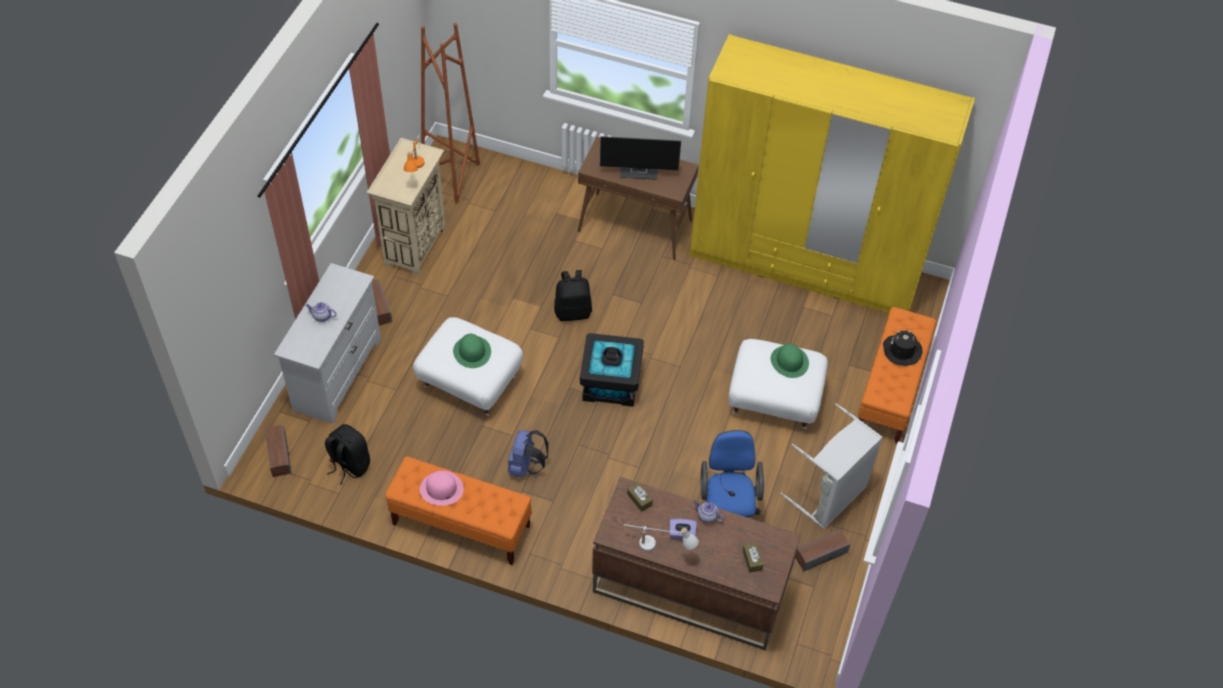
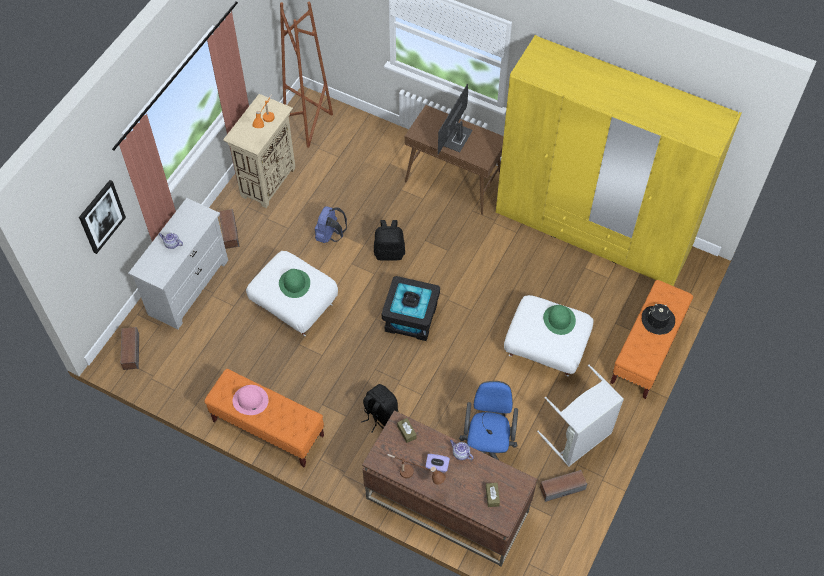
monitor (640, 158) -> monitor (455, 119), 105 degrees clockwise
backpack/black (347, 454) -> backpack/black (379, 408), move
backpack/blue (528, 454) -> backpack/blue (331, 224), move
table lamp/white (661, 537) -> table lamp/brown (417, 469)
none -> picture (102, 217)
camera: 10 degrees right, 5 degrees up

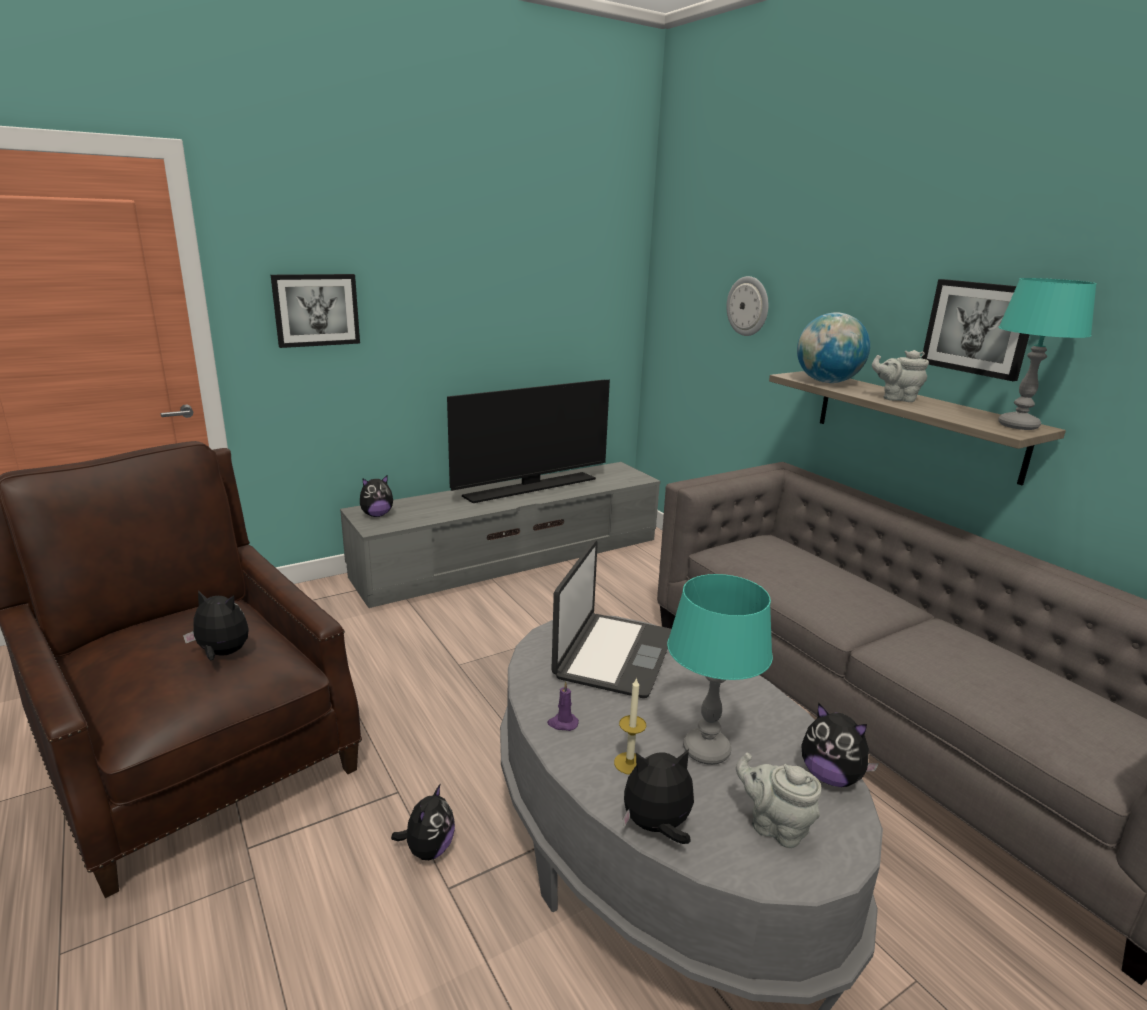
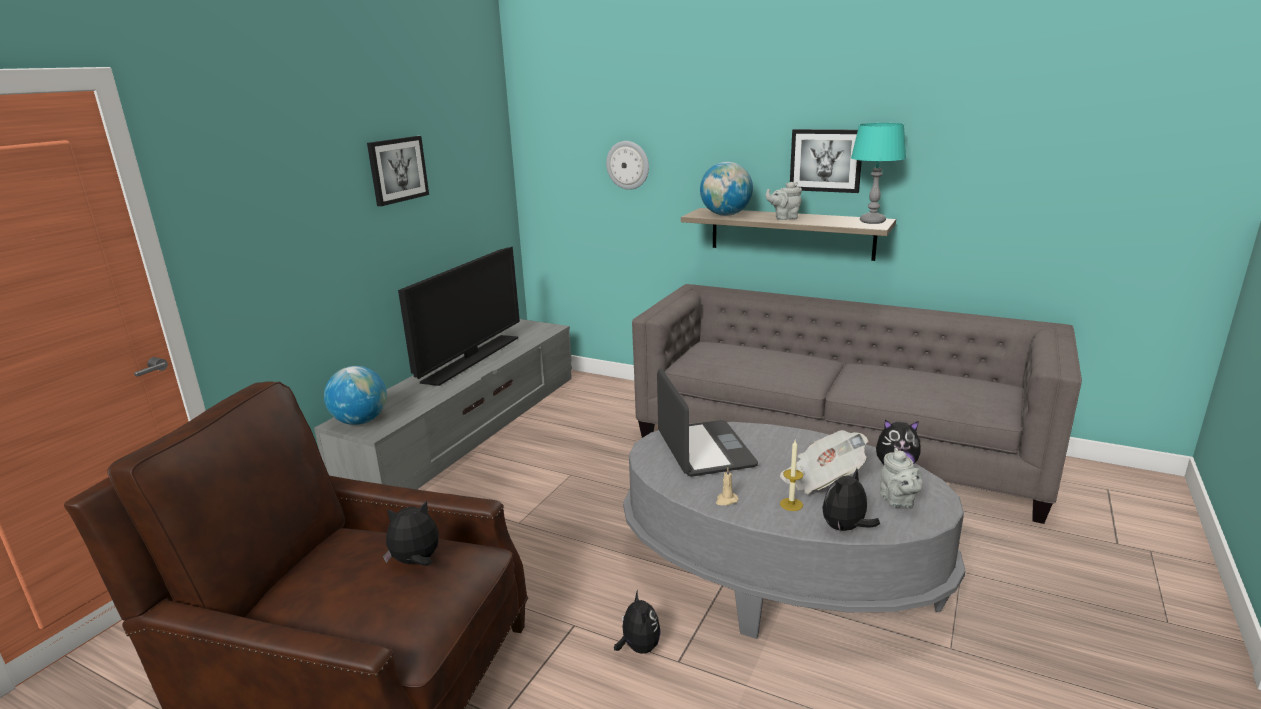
picture (315, 311) -> picture (398, 171), move
plush toy (376, 496) -> globe (355, 395)
table lamp/turquoise (720, 669) -> newspaper (824, 462)
candle/purple (563, 706) -> candle/beige (727, 486)
teapot/grey (779, 800) -> teapot/grey (901, 478), 105 degrees counterclockwise
camera: 30 degrees left, 0 degrees up

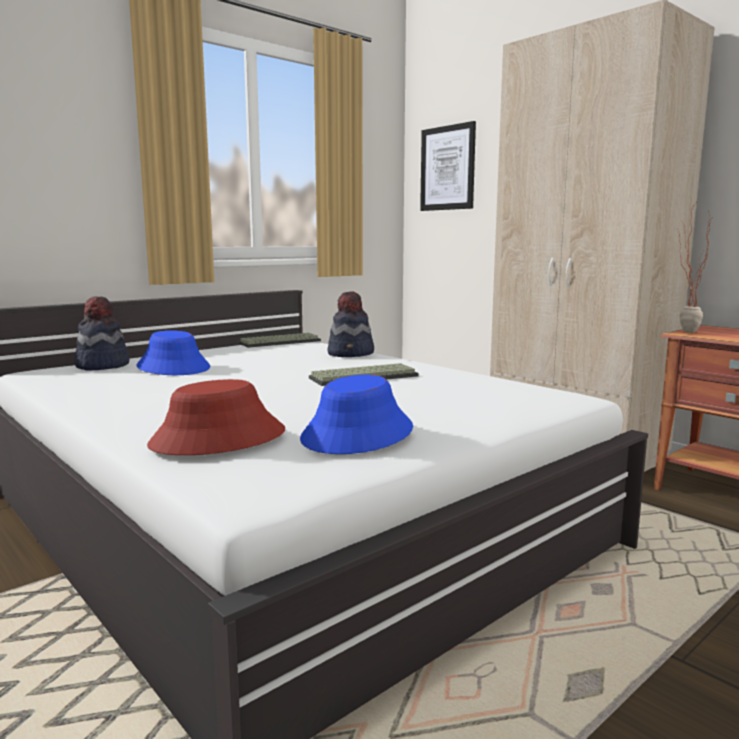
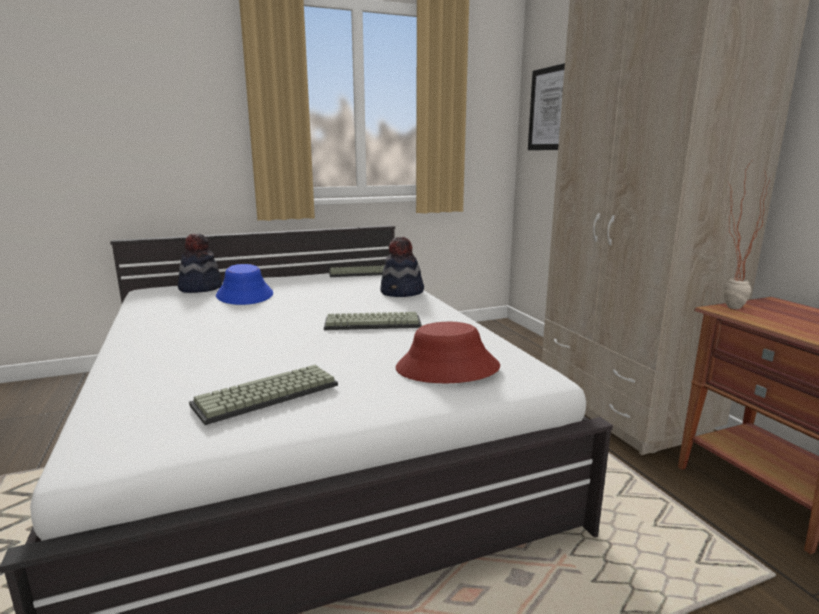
hat/blue (356, 414) -> keyboard (263, 395)
hat/red (216, 417) -> hat/red (448, 352), move
camera: 20 degrees right, 5 degrees up

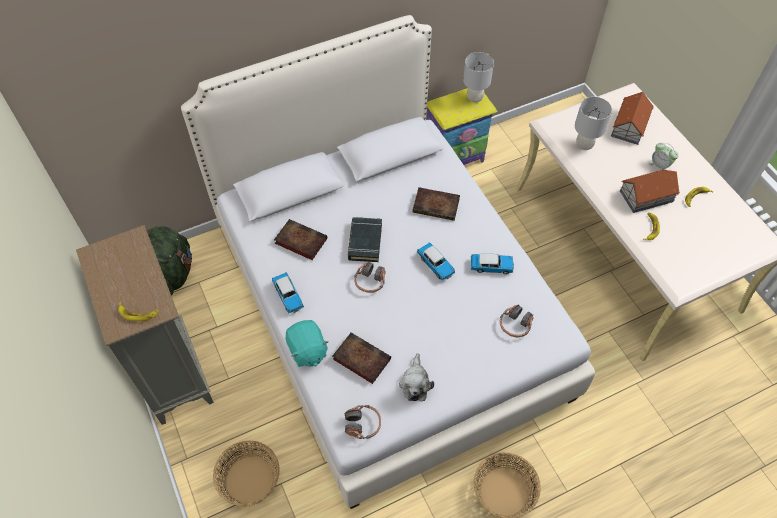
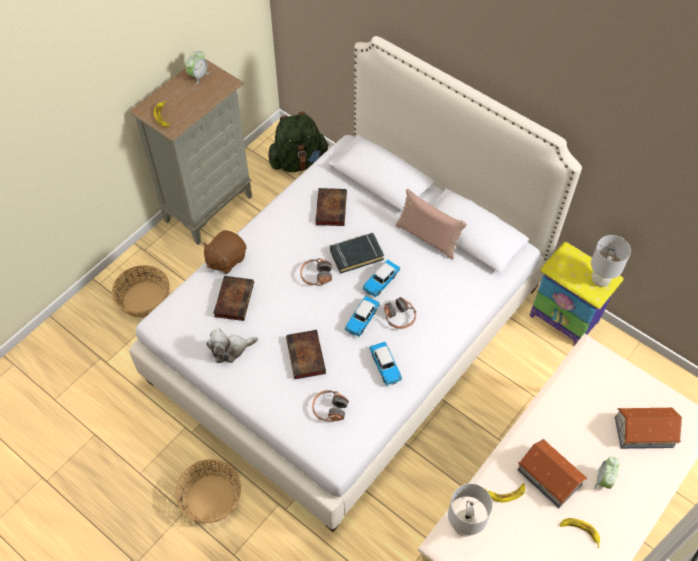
table lamp/grey (593, 123) -> table lamp/grey (470, 510), move
book (436, 204) -> book (306, 354), move
toy car (288, 293) -> toy car (382, 278), move
plush toy/turquoise (307, 343) -> plush toy/brown (224, 252)
headphones (363, 422) -> headphones (400, 313), move
none -> alarm clock (197, 68)
none -> pillow/beige (431, 224)
camera: 65 degrees right, 0 degrees up

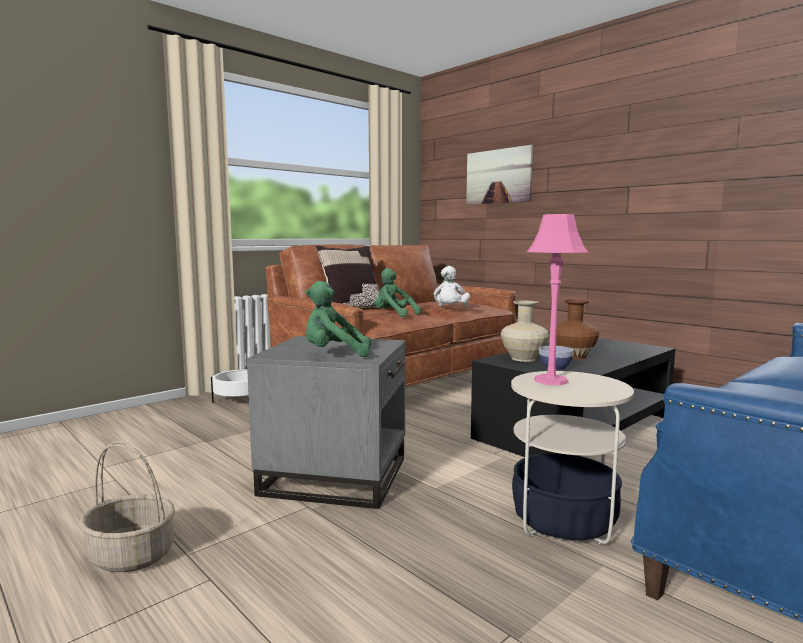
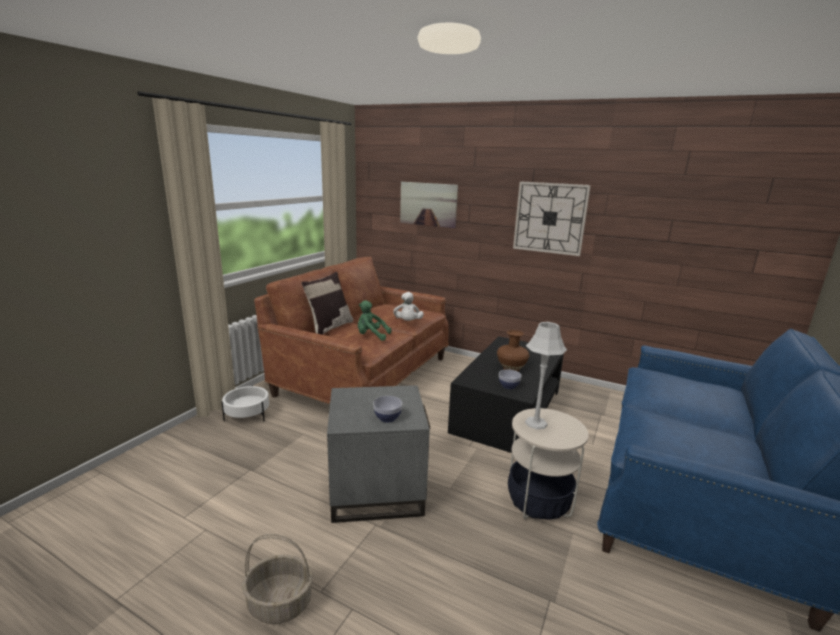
table lamp/pink (557, 299) -> table lamp/grey (546, 376)
plush toy/green (338, 319) -> bowl (387, 409)
vase/beige (525, 331) -> none
none -> wall clock (552, 218)
camera: 20 degrees left, 10 degrees up

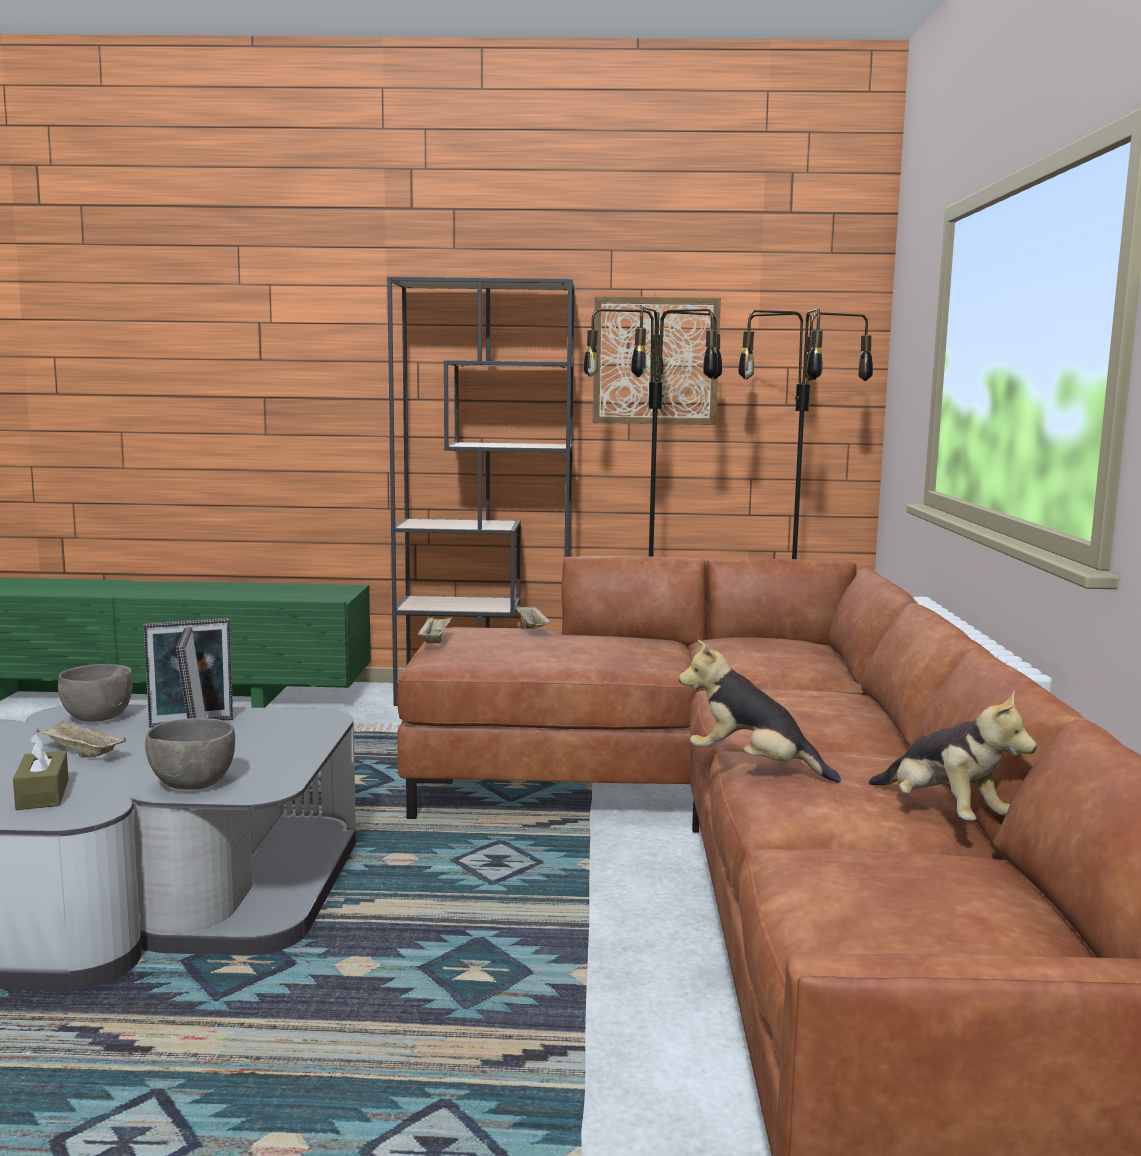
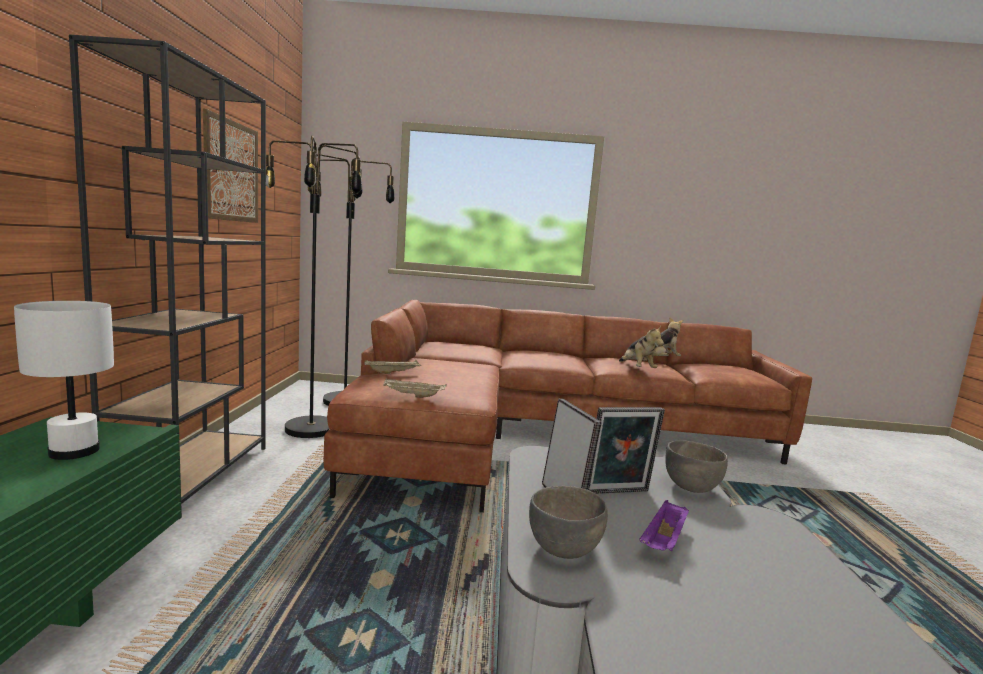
plush toy (760, 711) -> plush toy (641, 347), 45 degrees counterclockwise
tray/beige (82, 738) -> tray/purple (664, 525)
tissue box/brown (41, 772) -> none
none -> table lamp/white (64, 380)
camera: 90 degrees left, 0 degrees up

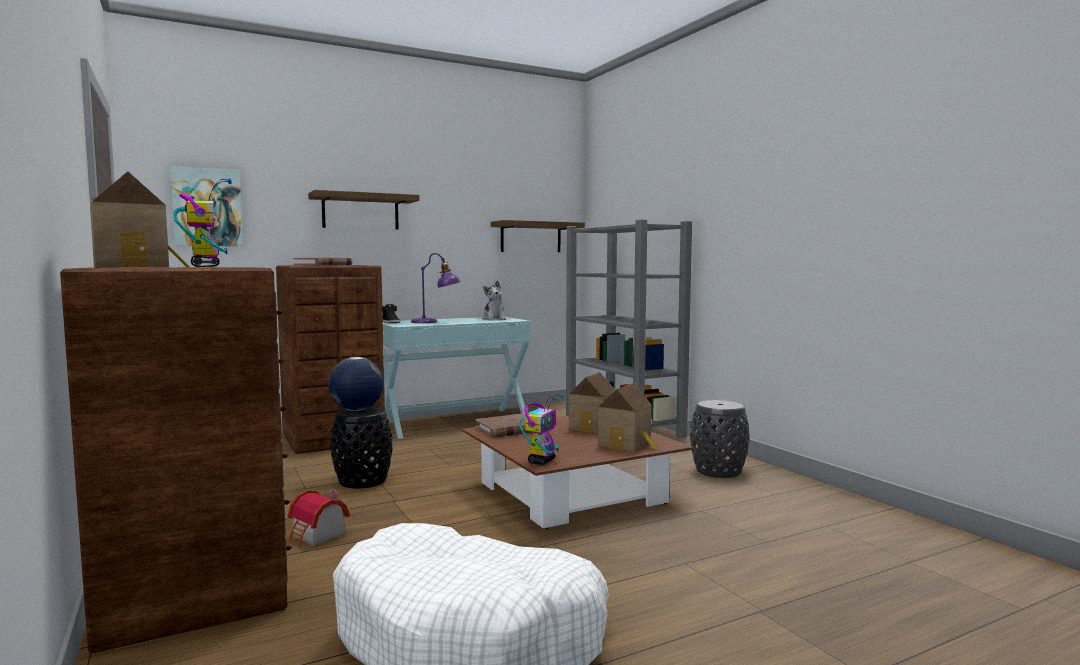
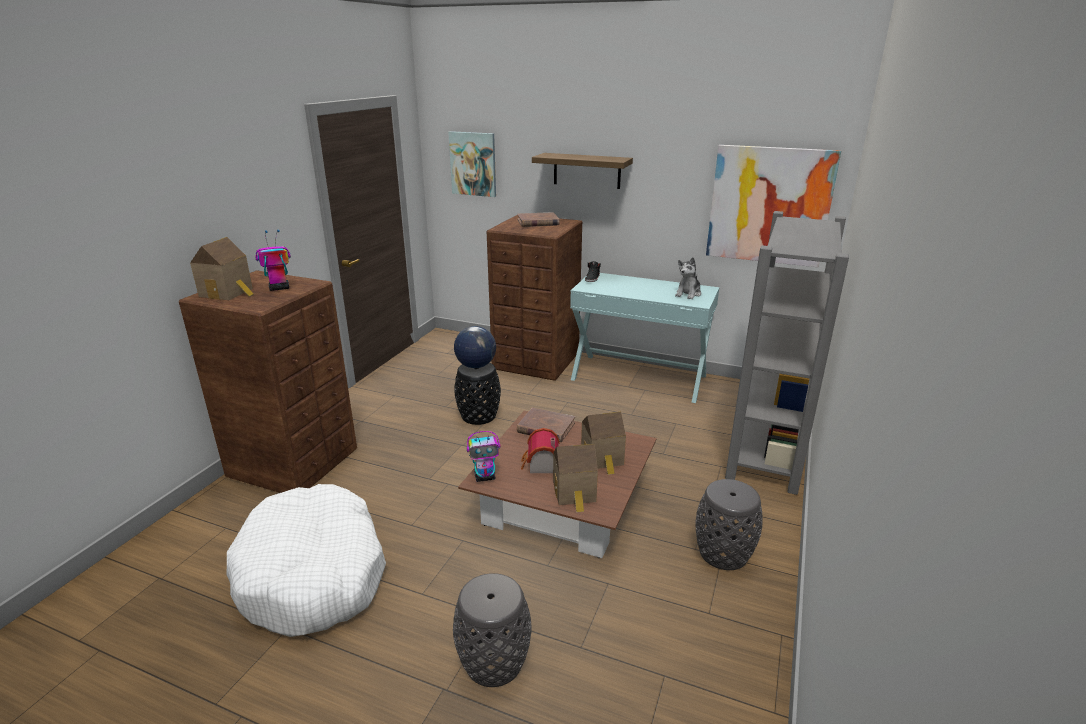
toy robot (203, 222) -> toy robot (273, 260), 135 degrees counterclockwise
shelf (538, 236) -> picture (773, 206)
table lamp/purple (436, 288) -> none
toy house (319, 518) -> toy house (540, 450), move
none -> stool/grey (492, 630)
camera: 50 degrees right, 20 degrees up

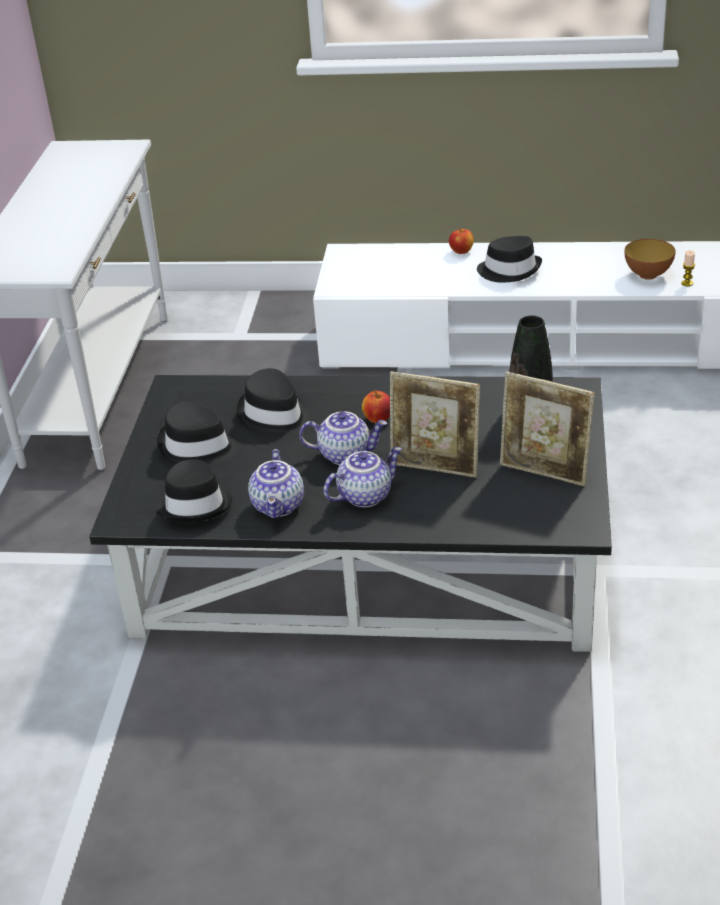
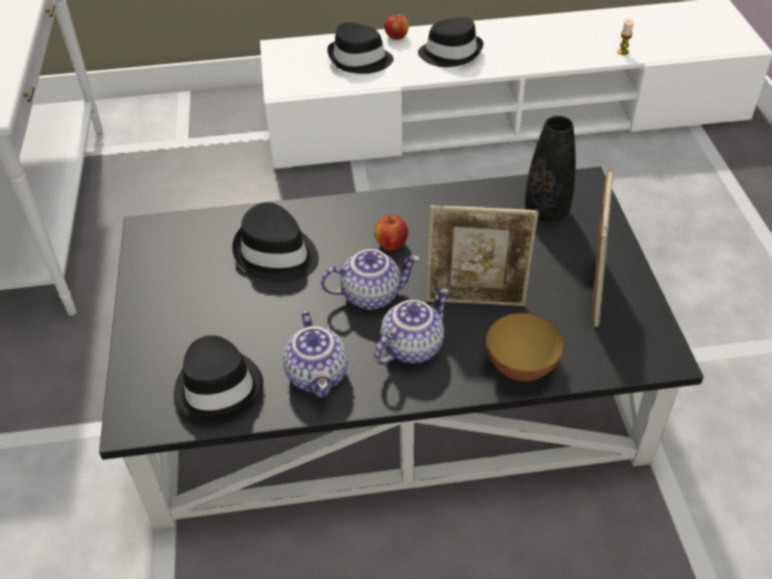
bowl (650, 259) -> bowl (525, 347), move
picture frame (547, 429) -> picture frame (603, 248), 90 degrees counterclockwise
hat/black (198, 434) -> hat/black (360, 48), move
camera: 15 degrees left, 10 degrees up

